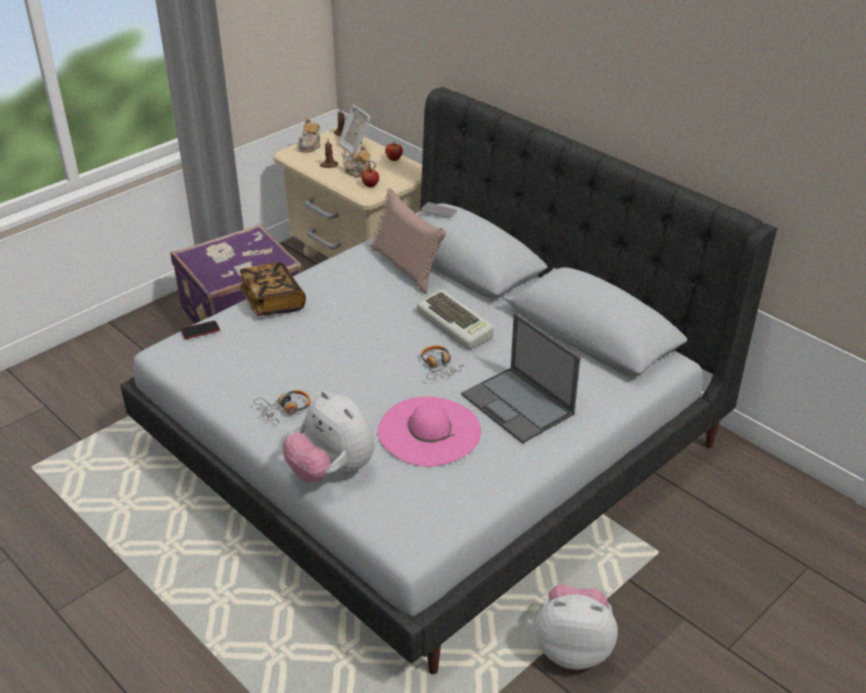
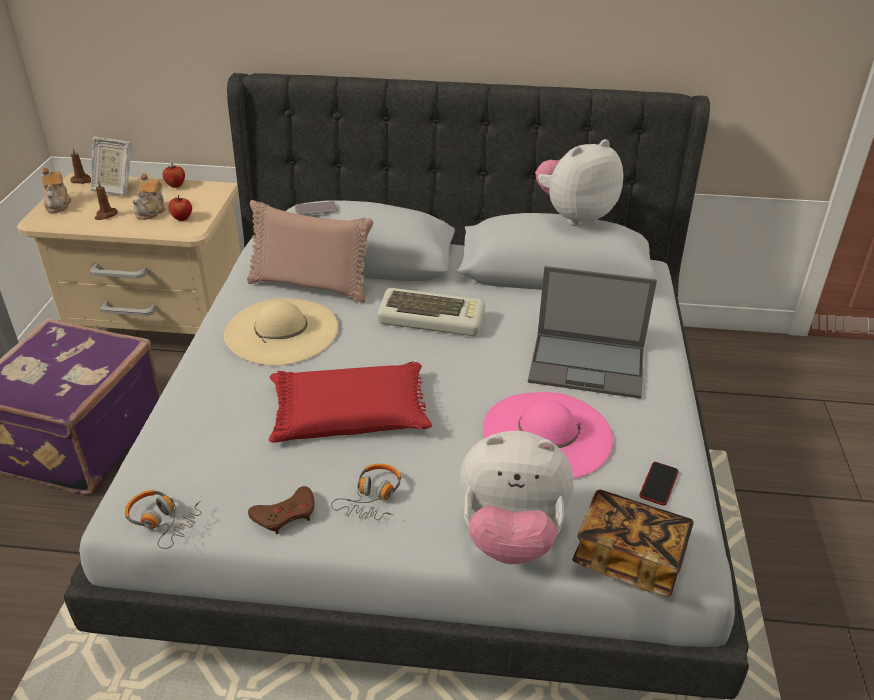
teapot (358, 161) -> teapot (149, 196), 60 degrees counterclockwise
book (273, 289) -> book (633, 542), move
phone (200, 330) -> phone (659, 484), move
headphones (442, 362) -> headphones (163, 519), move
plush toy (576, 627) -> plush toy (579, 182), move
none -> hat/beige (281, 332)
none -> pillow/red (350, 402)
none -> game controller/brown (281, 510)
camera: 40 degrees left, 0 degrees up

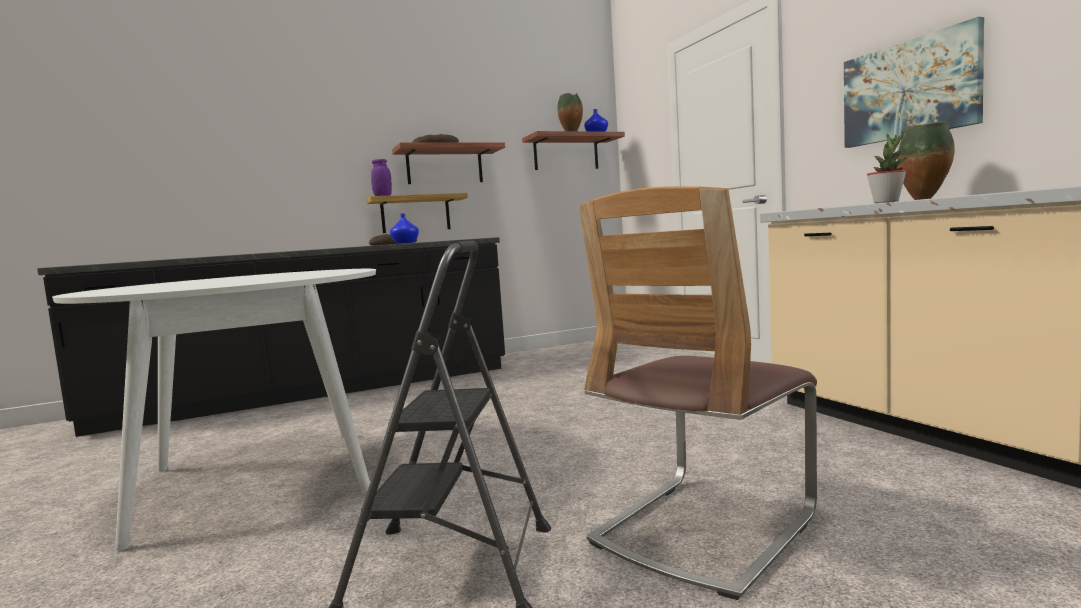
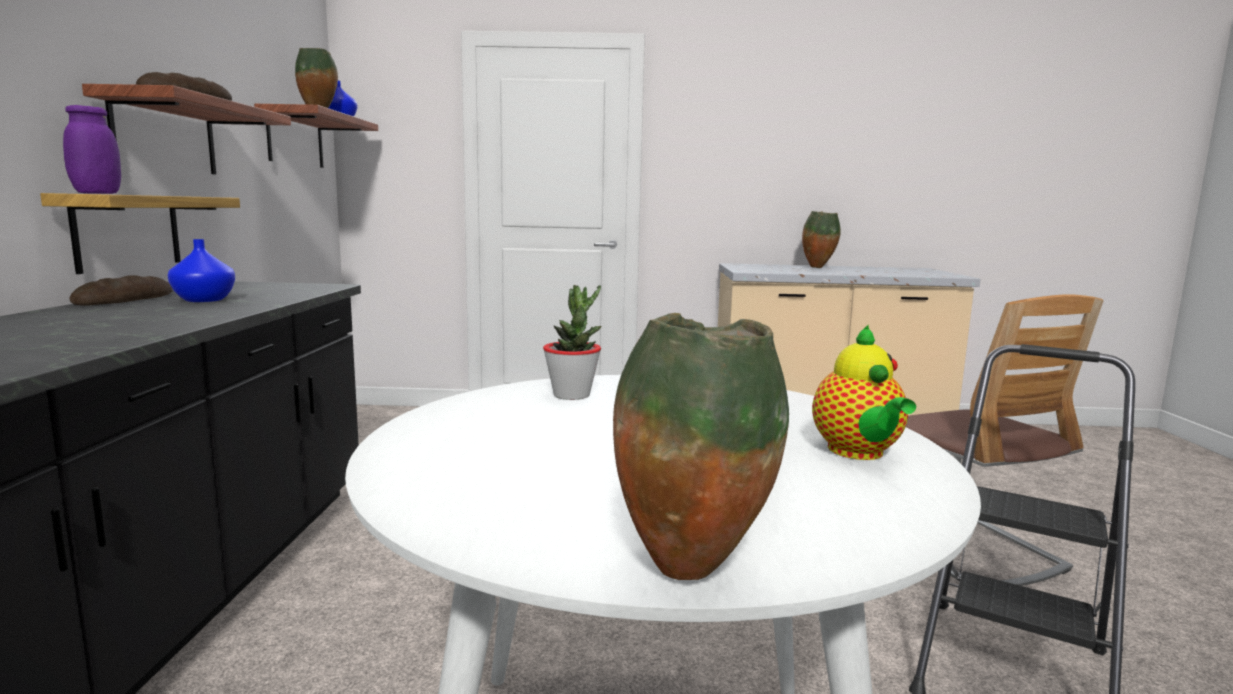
picture (914, 82) -> none
potted plant (886, 167) -> potted plant (572, 342), move
none -> vase (701, 446)
none -> teapot (864, 392)
camera: 65 degrees left, 5 degrees up

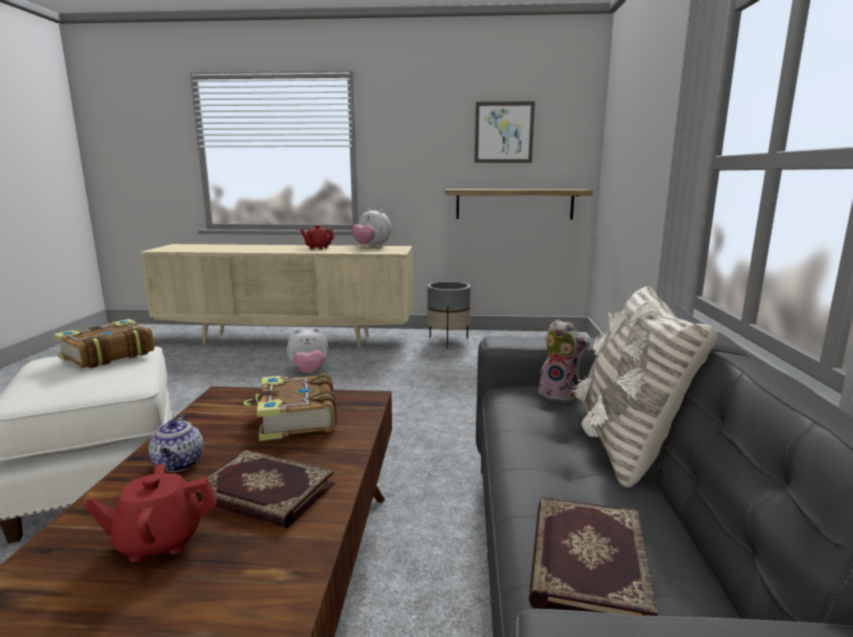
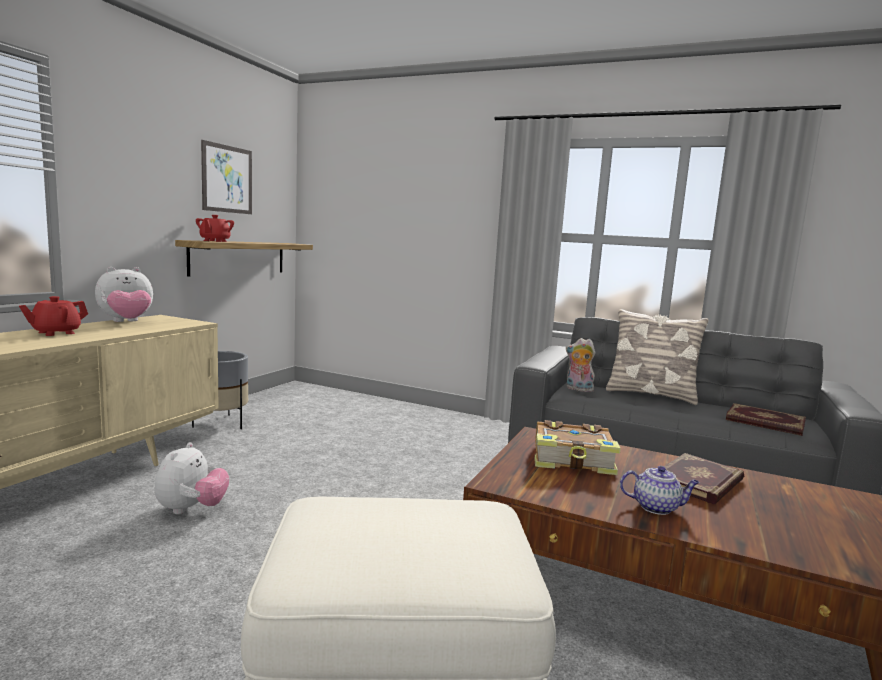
book (104, 343) -> none
plush toy (562, 361) -> plush toy (581, 365), 120 degrees counterclockwise
teapot/red (150, 513) -> teapot/red (215, 228), move
camera: 70 degrees left, 5 degrees down

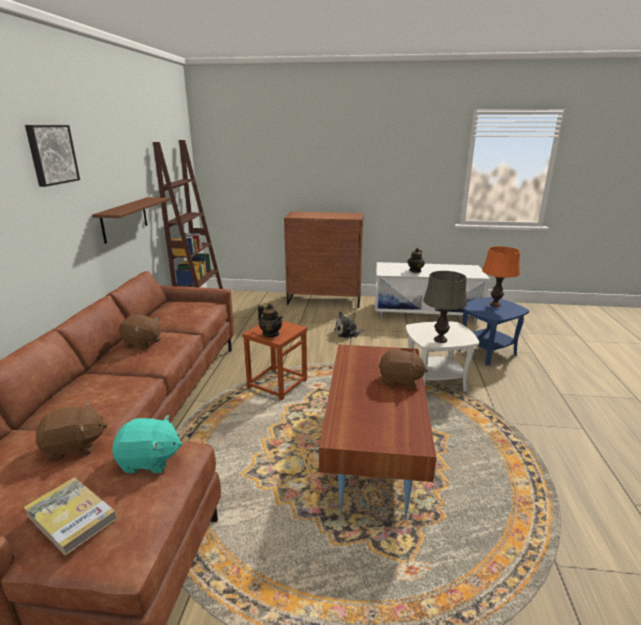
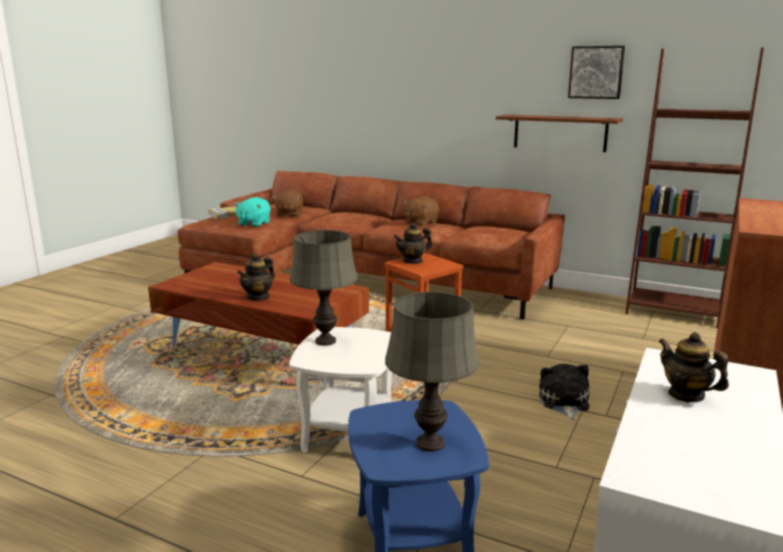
picture (52, 156) -> picture (596, 72), move
table lamp/orange (501, 276) -> table lamp/grey (432, 372)
plush toy/brown (403, 368) -> teapot (256, 277)
camera: 110 degrees right, 5 degrees down

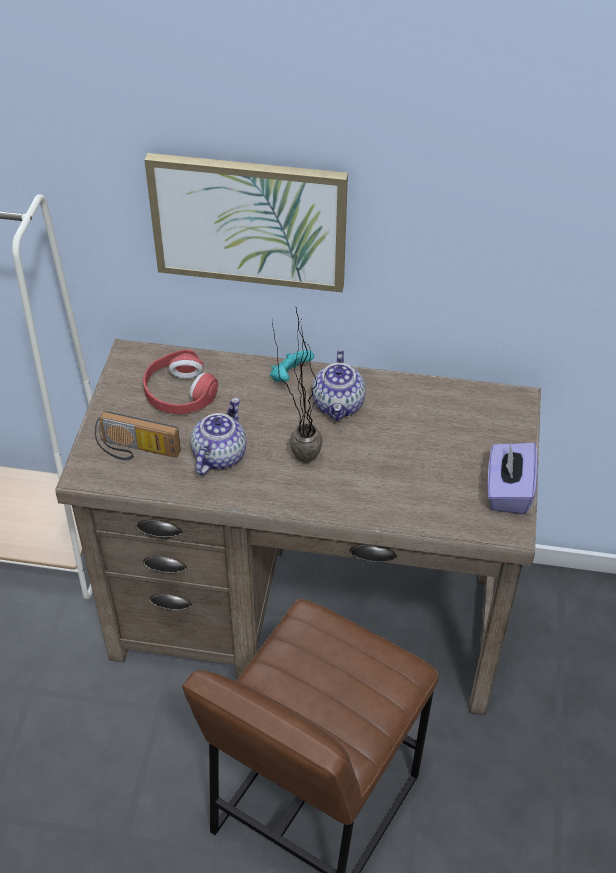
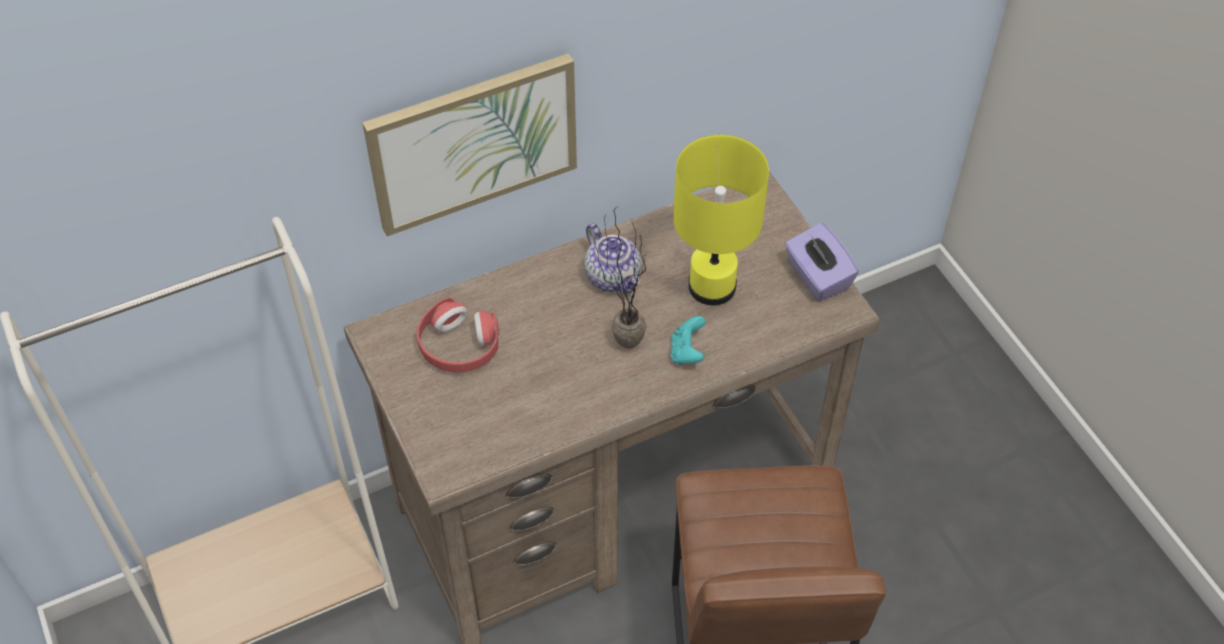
game controller/turquoise (292, 366) -> game controller/turquoise (688, 340), move
teapot (219, 436) -> none
radio (138, 435) -> none
none -> table lamp/yellow (721, 220)
camera: 35 degrees left, 5 degrees up

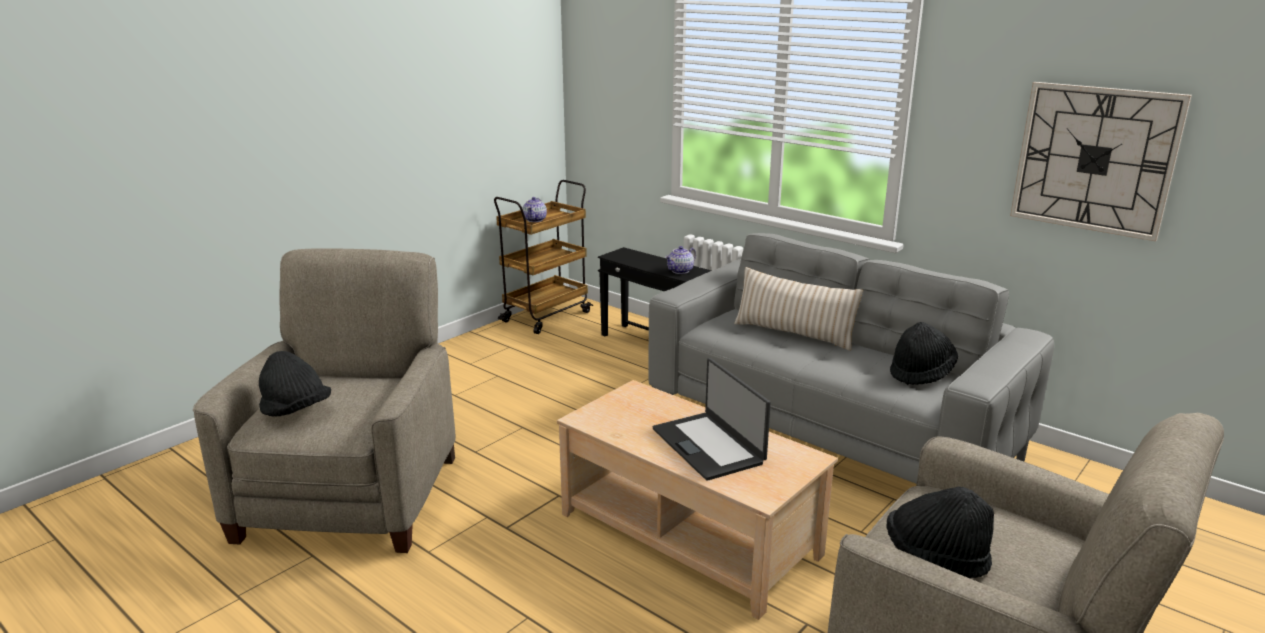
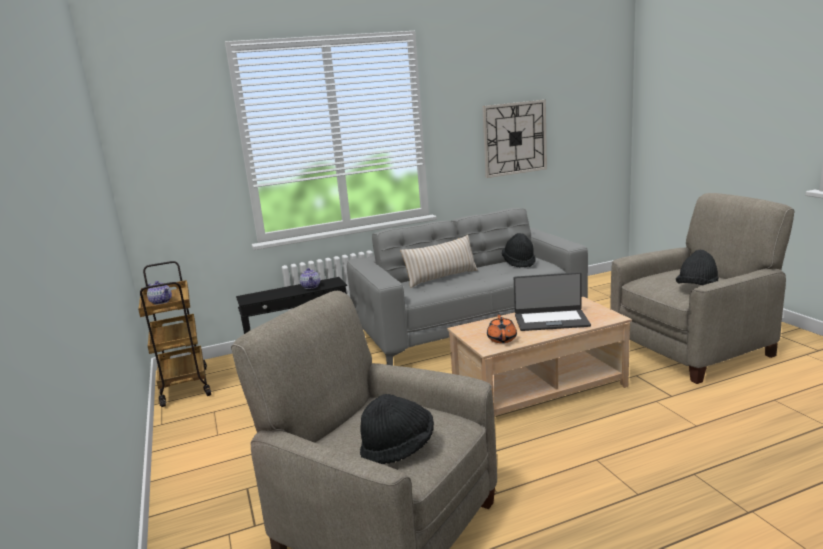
none -> teapot/orange (502, 328)
camera: 60 degrees left, 5 degrees down

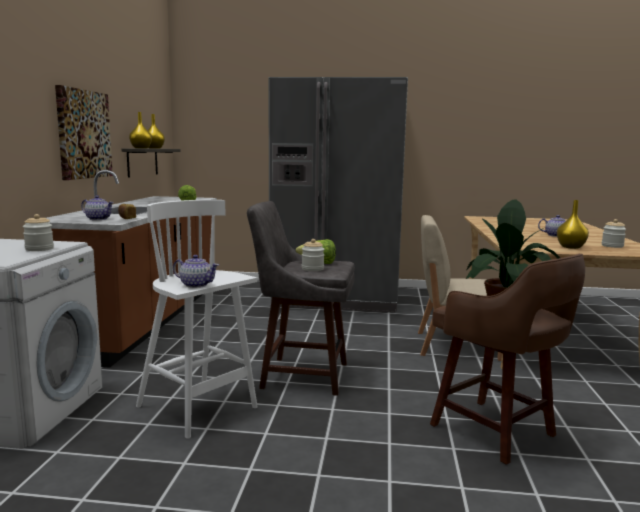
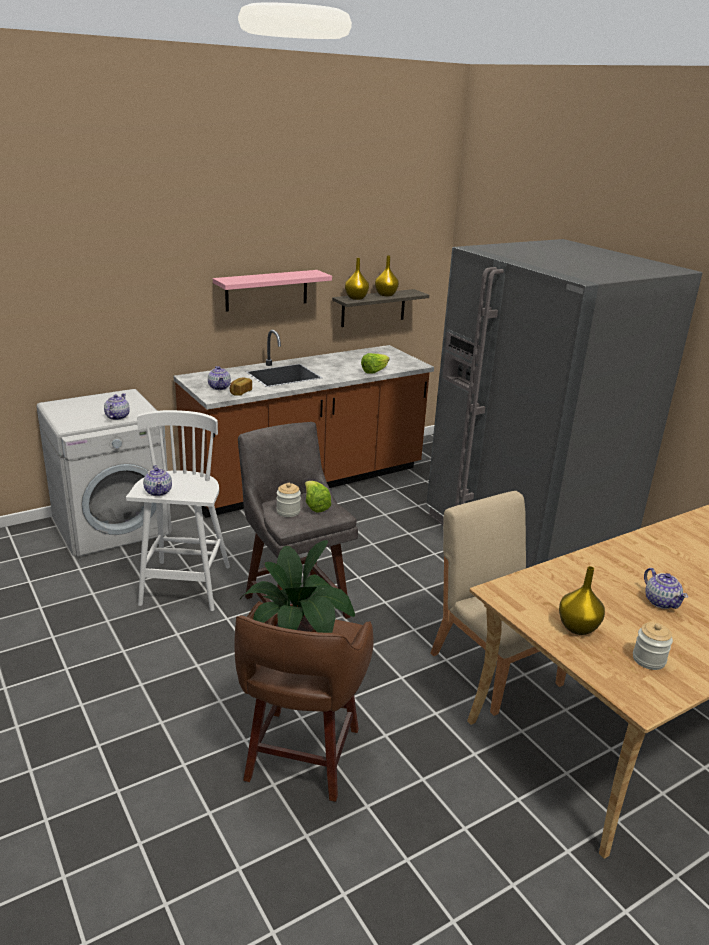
picture (84, 132) -> shelf/pink (272, 291)
jar (38, 232) -> teapot (117, 406)
camera: 50 degrees right, 15 degrees up

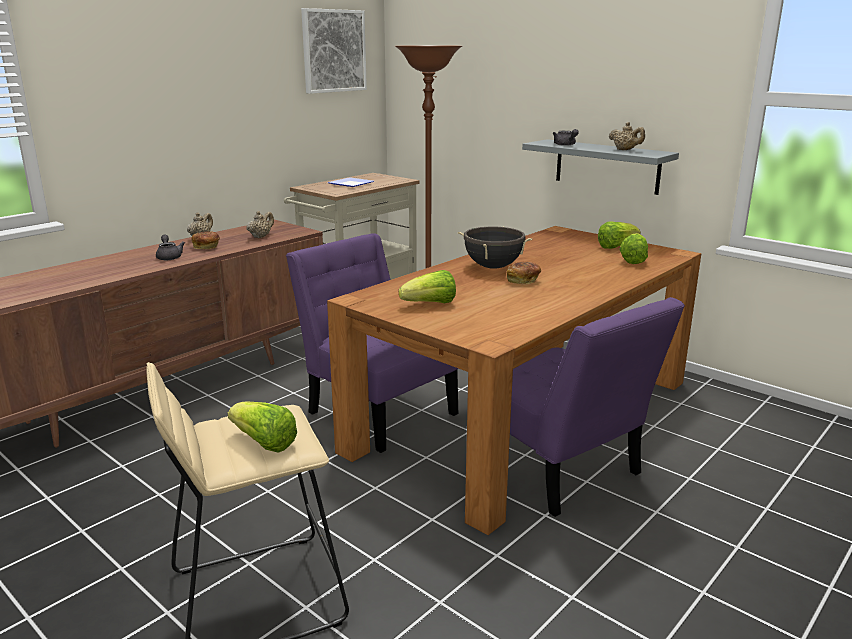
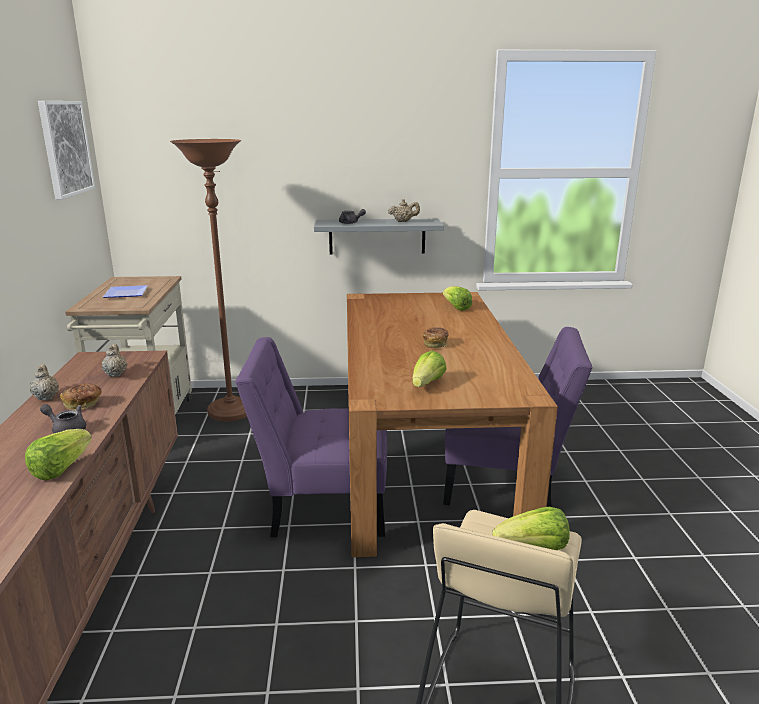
lettuce (619, 235) -> lettuce (58, 454), move
cooking pot/black (495, 247) -> none
camera: 45 degrees left, 0 degrees up

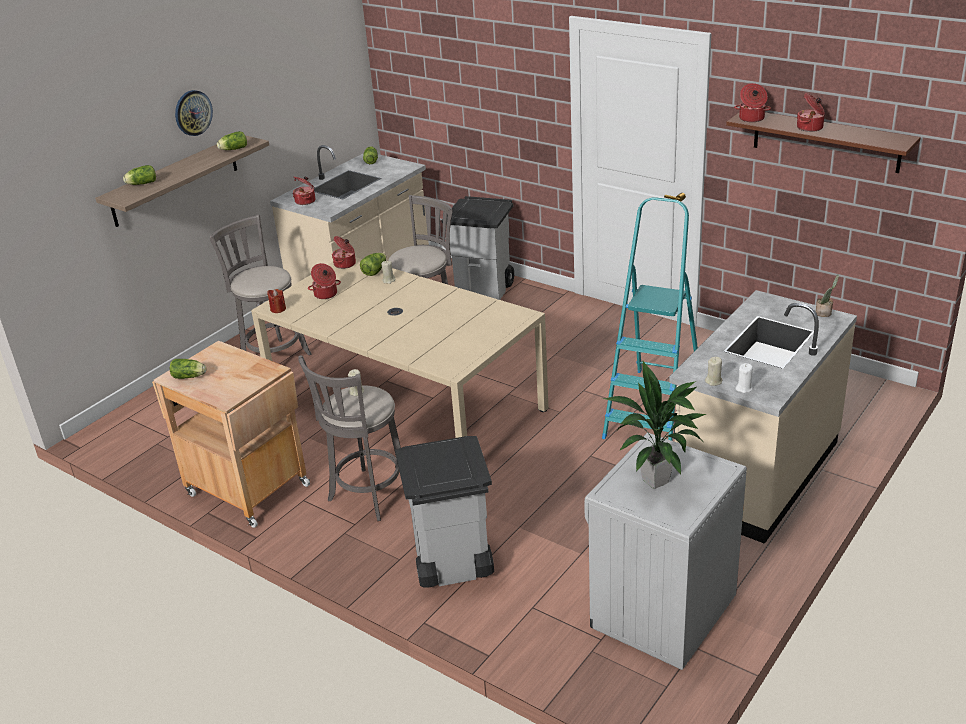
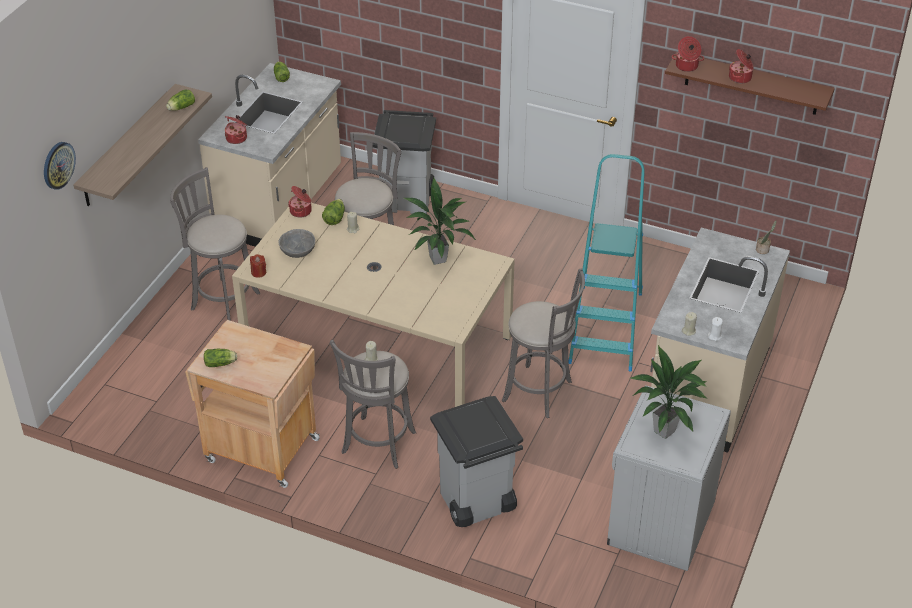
wall clock (194, 113) -> wall clock (60, 166), move
lettuce (139, 175) -> none
cooking pot (324, 281) -> bowl/grey (296, 243)
none -> potted plant (440, 221)
none -> stool/grey (543, 343)
camera: 15 degrees left, 10 degrees up

